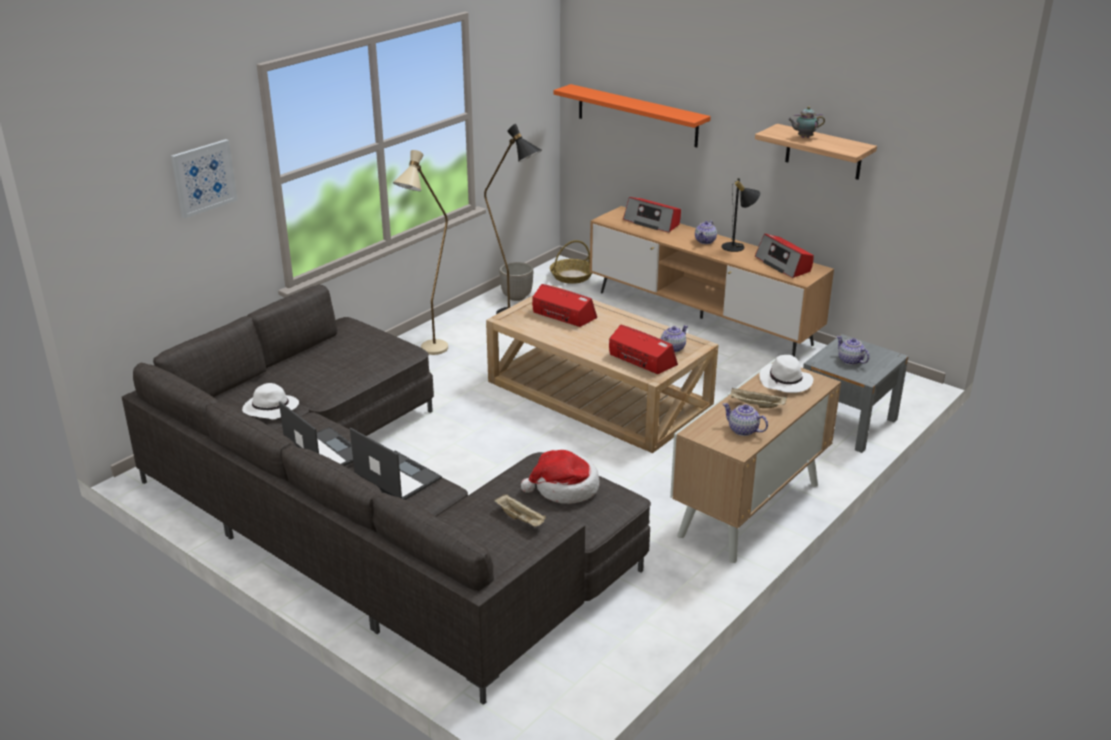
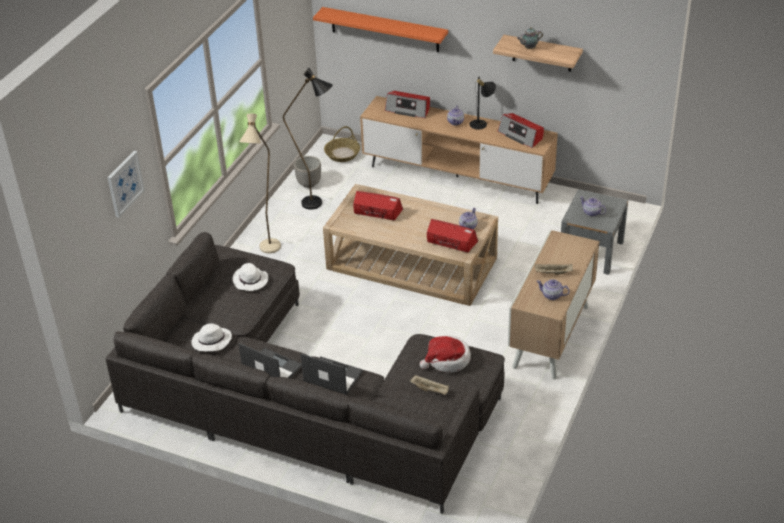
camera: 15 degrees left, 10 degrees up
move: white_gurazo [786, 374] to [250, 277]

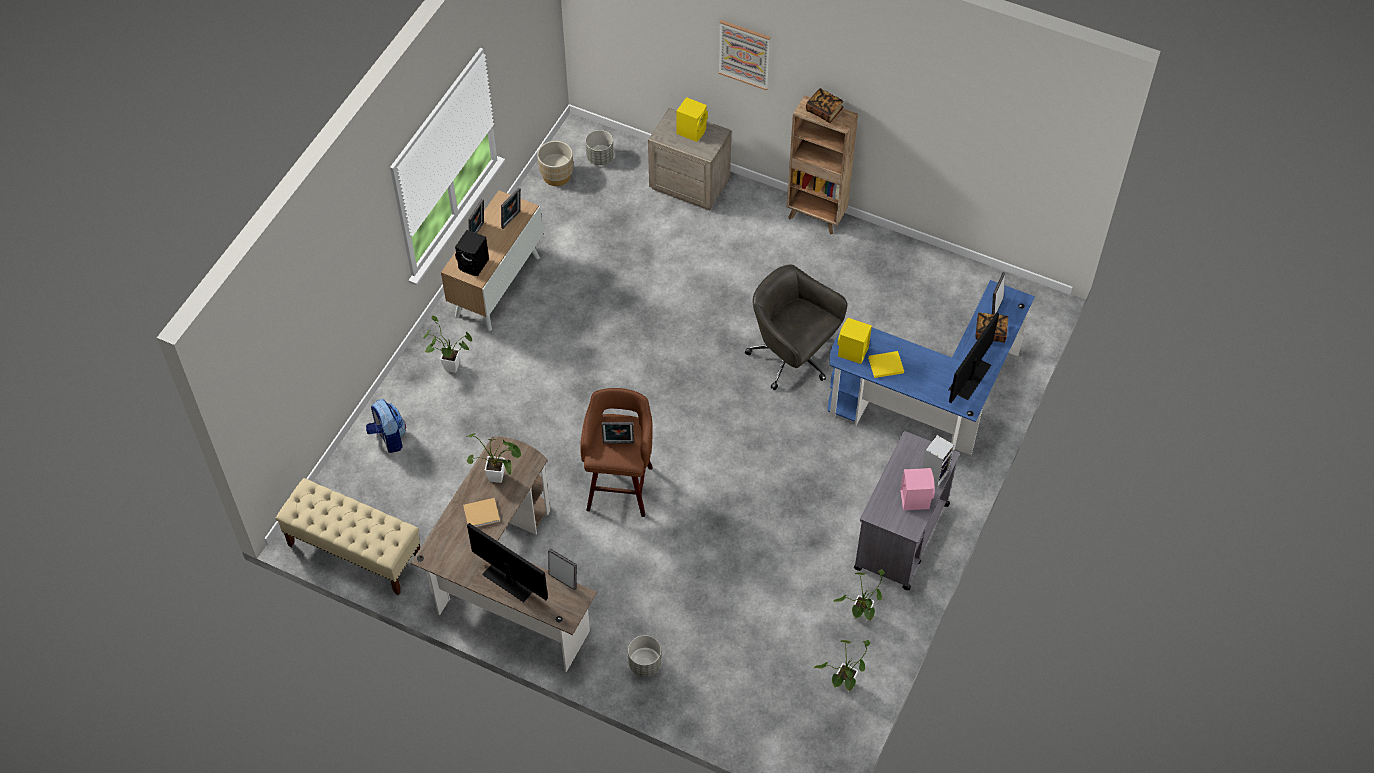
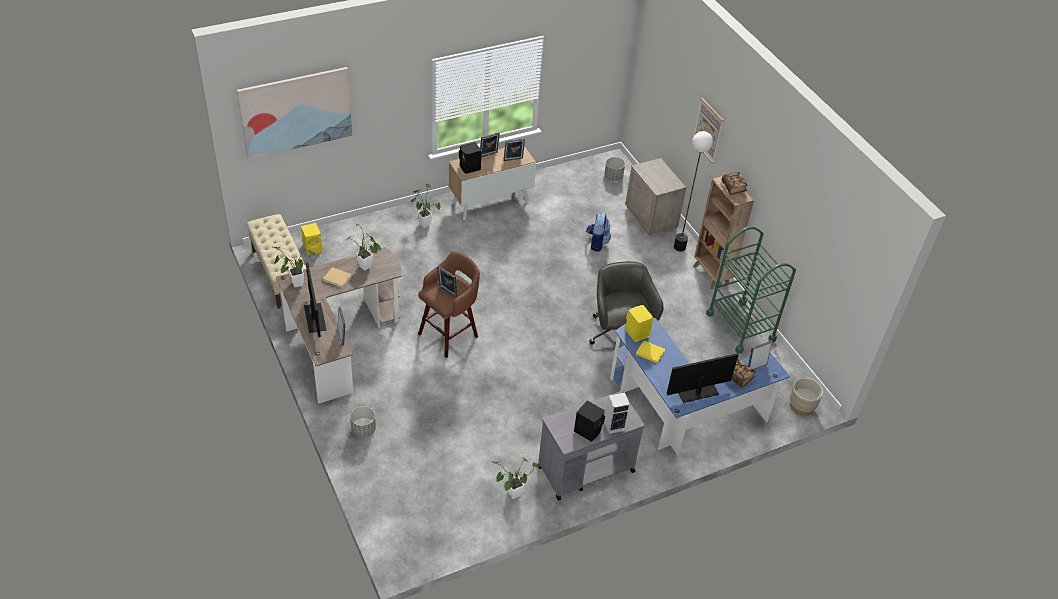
camera: 35 degrees right, 10 degrees down
insert: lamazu [294, 113]; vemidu [693, 191]; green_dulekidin [751, 290]
move: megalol [386, 426] to [598, 232]; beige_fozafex [555, 163] to [806, 397]; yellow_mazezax [692, 119] to [311, 239]; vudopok [842, 666] to [294, 266]
recolor: pink_mazezax [917, 489] to black_mazezax [589, 421]

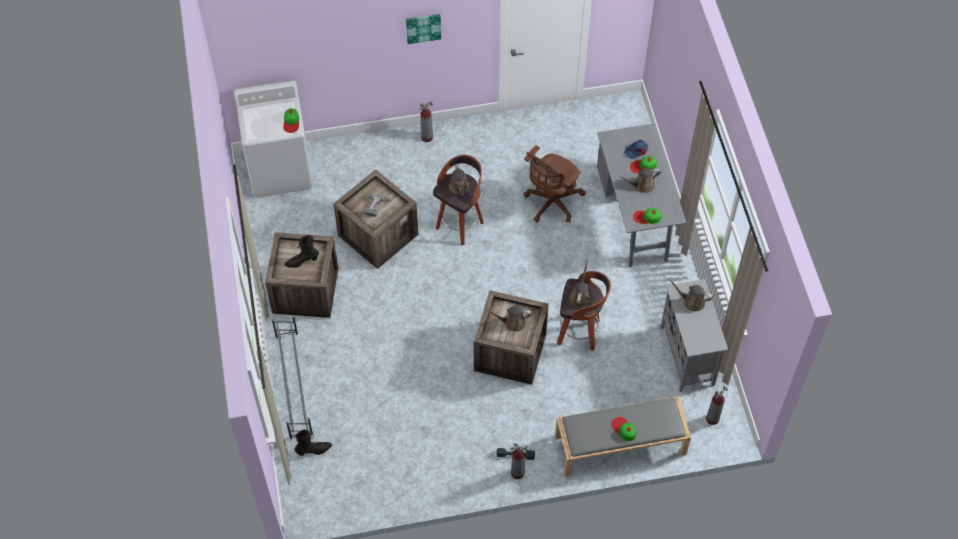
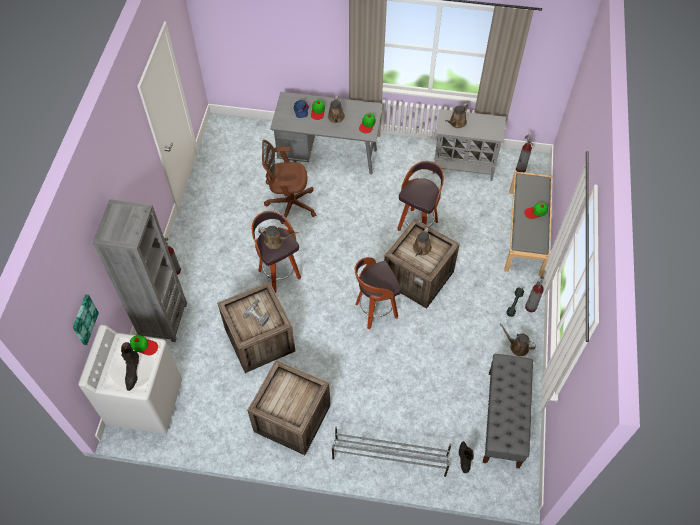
camera: 70 degrees left, 0 degrees up
insert: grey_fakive [139, 270]; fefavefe [378, 293]; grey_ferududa [508, 411]
move: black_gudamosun [301, 251] to [130, 366]; lamazu [423, 29] to [86, 319]; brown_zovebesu [580, 284] to [517, 340]
rotate: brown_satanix [554, 184] = [289, 182] 120 degrees clockwise

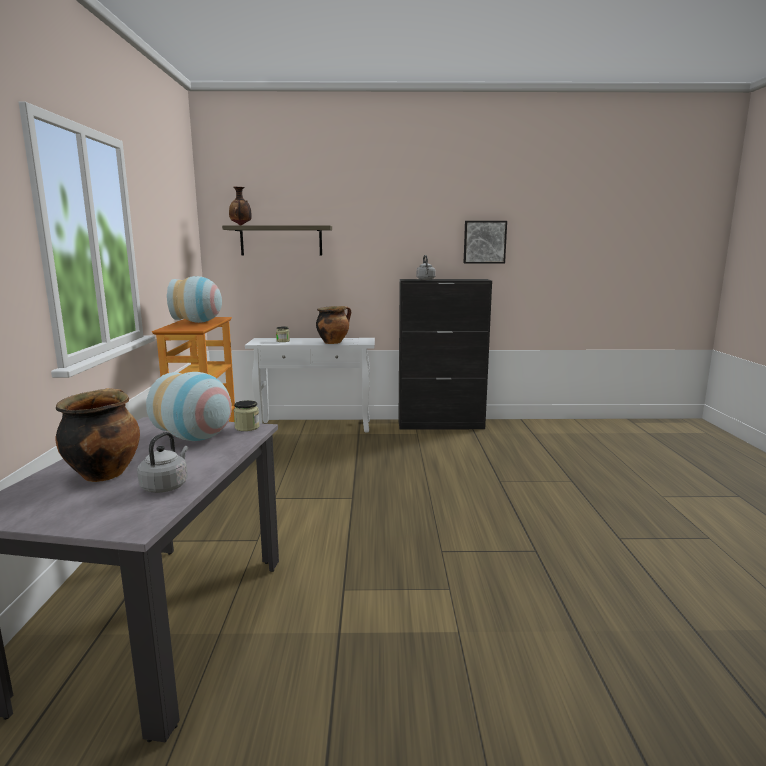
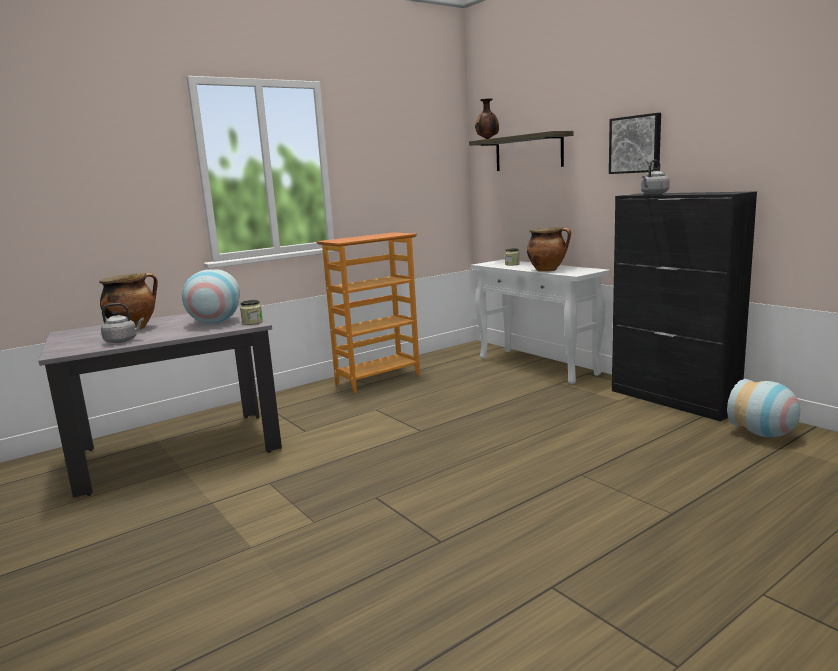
camera: 55 degrees right, 0 degrees up
move: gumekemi [194, 299] to [763, 408]; lamazu [485, 242] to [635, 143]

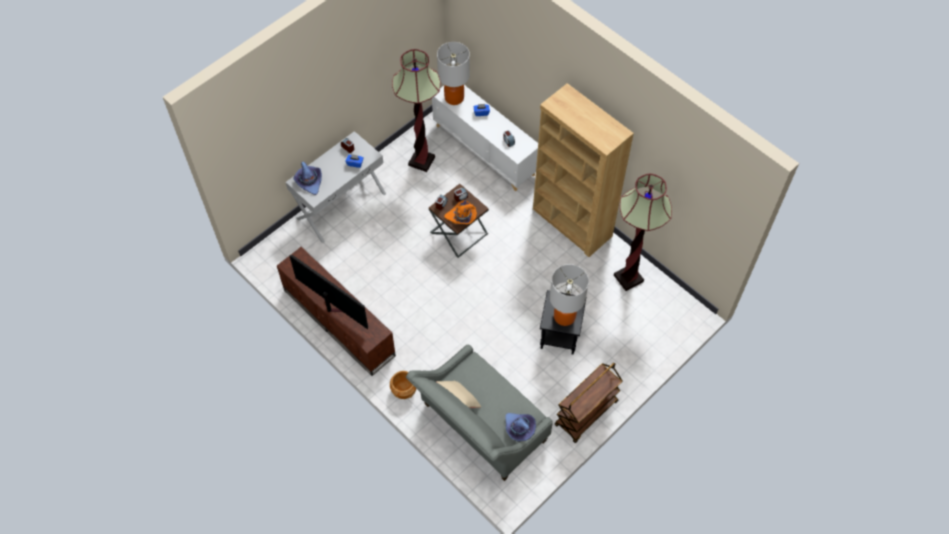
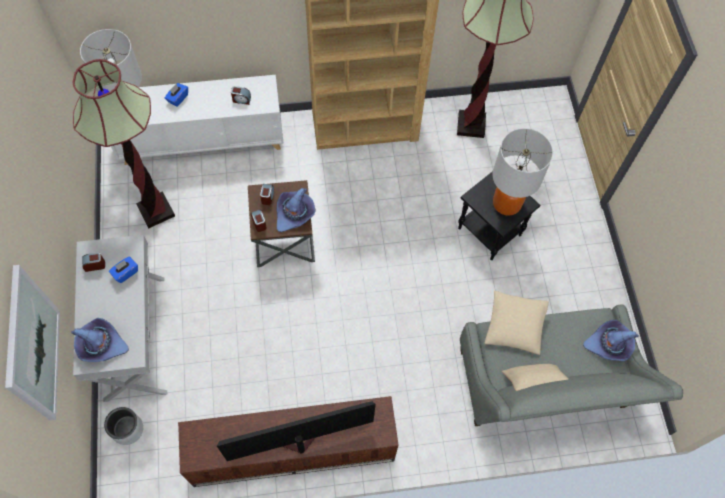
camera: 55 degrees left, 5 degrees up
delete: brown_fozafex [403, 385]; brown_dulekidin [589, 403]
insert: lamazu [32, 343]; grey_fozafex [123, 426]; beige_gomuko [516, 323]
recolor: orange_gurazo [460, 212] to purple_gurazo [296, 210]

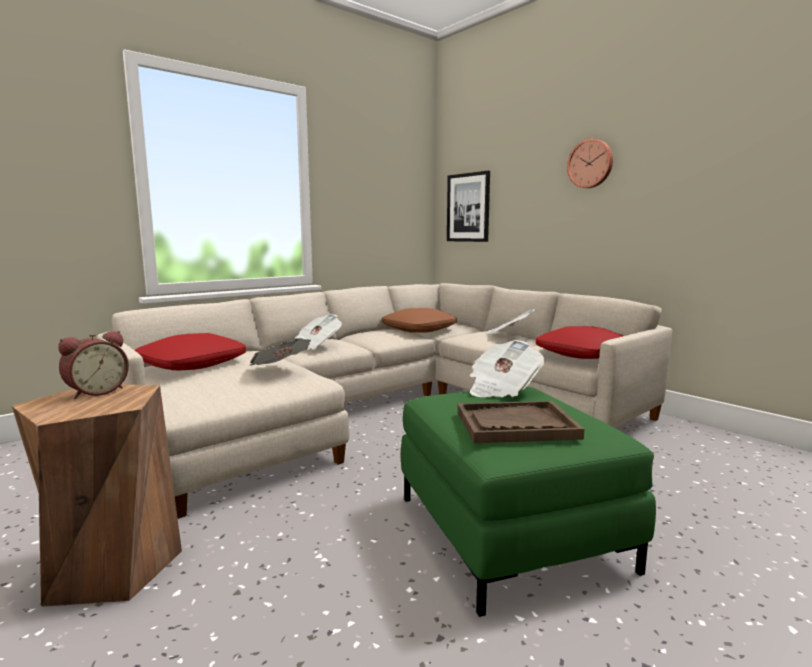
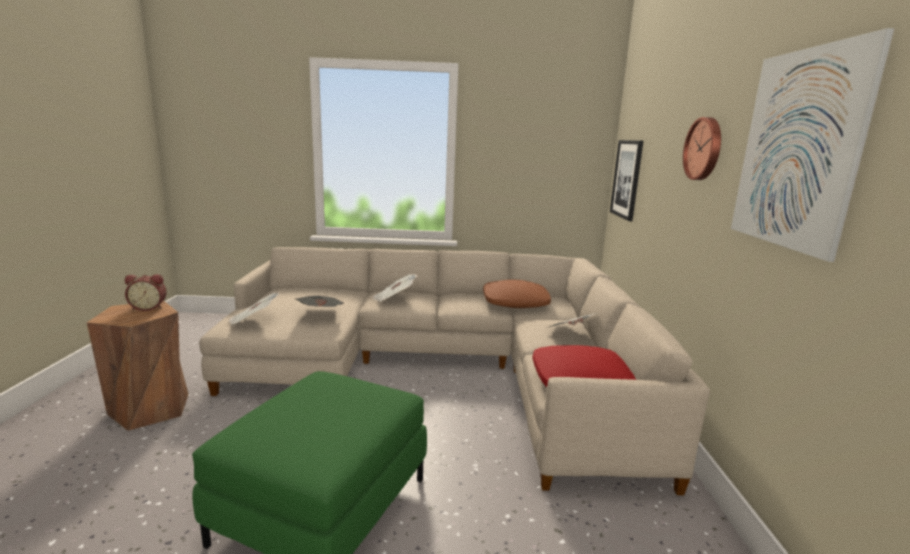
camera: 40 degrees right, 5 degrees up
delete: red_gomuko [190, 351]; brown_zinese [520, 422]
insert: lamazu [812, 145]
move: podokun [507, 368] to [254, 309]

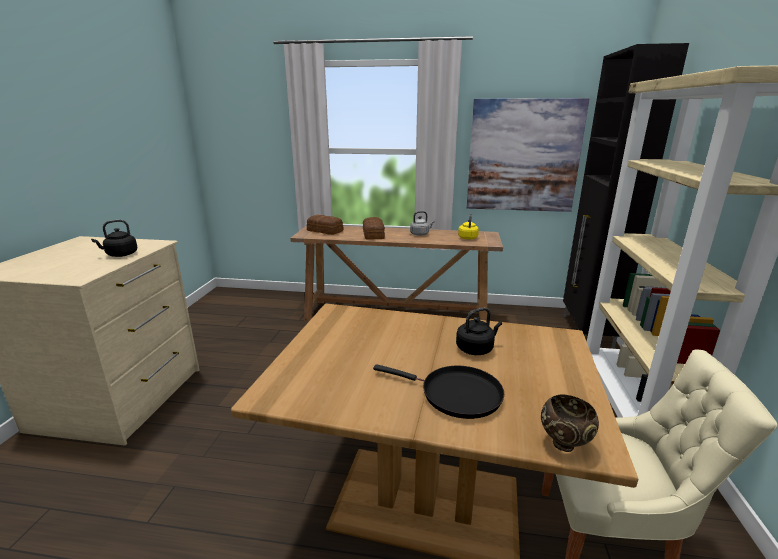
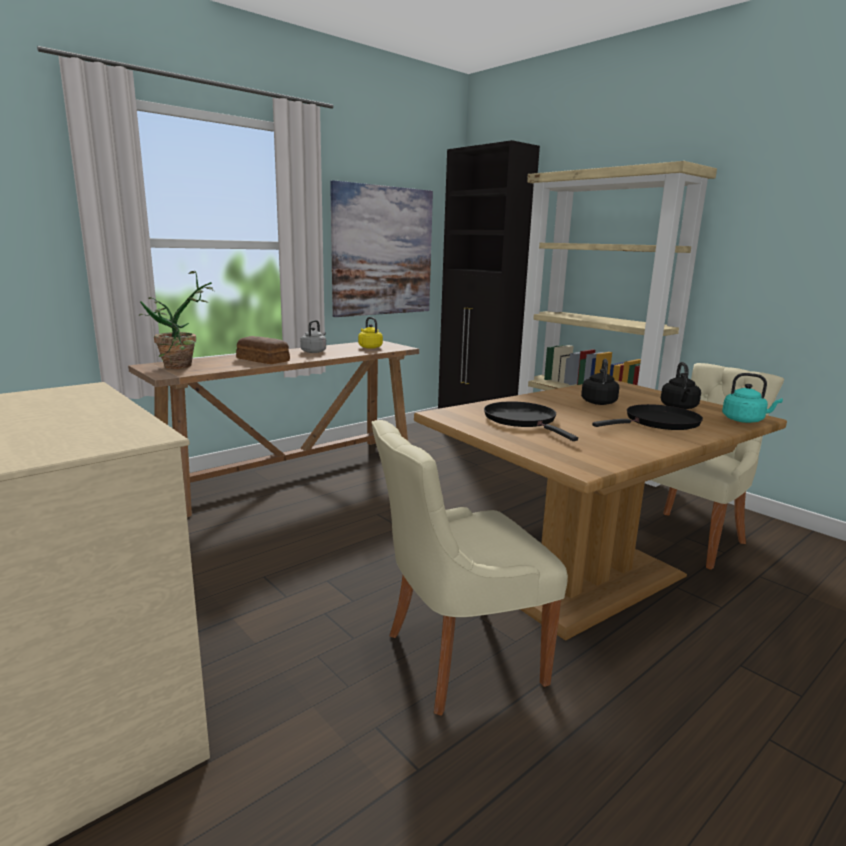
camera: 50 degrees left, 5 degrees down
insert: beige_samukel [470, 568]; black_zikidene [531, 421]
move: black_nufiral [114, 238] to [681, 385]
replace: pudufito [325, 225] to vudopok [176, 319]; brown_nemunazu [570, 423] to turquoise_nufiral [752, 398]

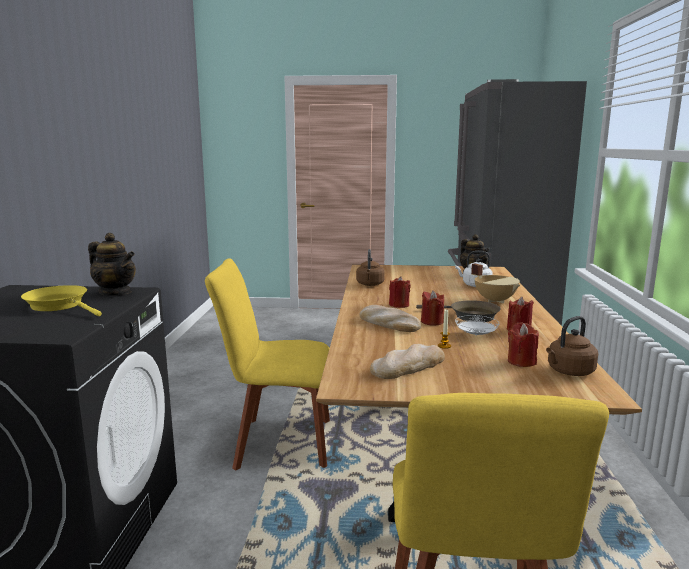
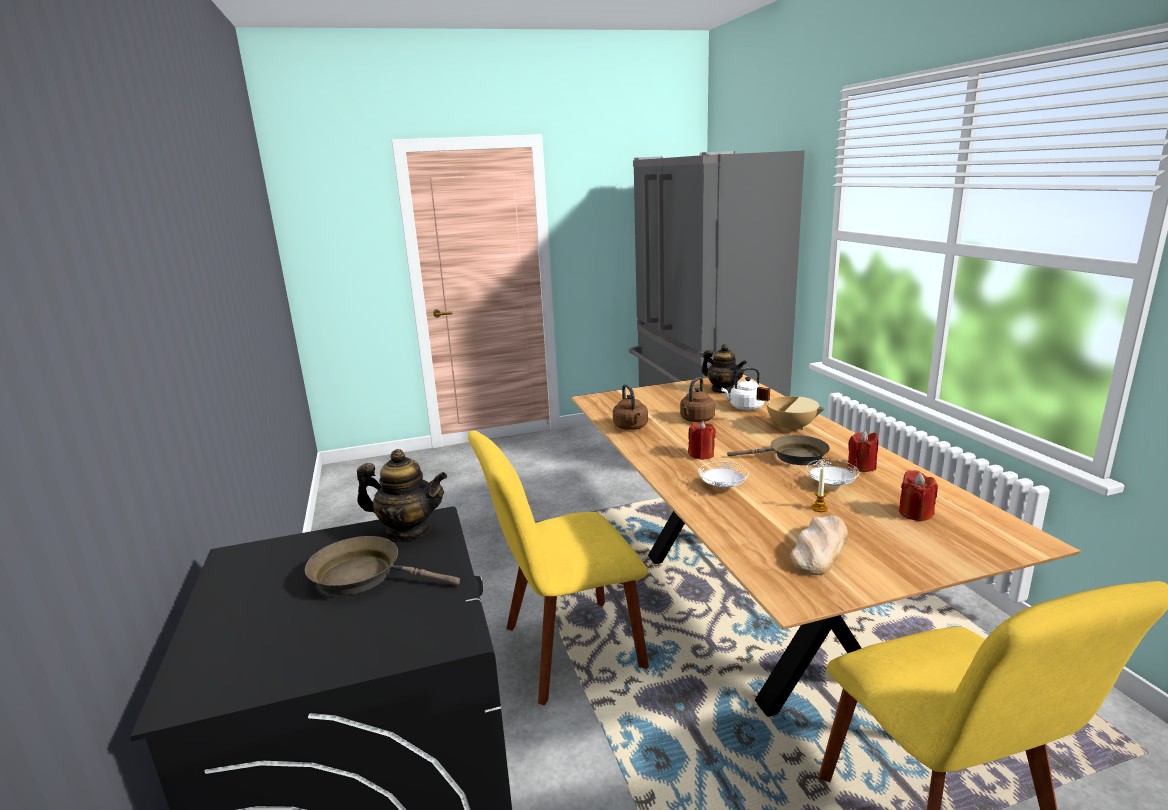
camera: 20 degrees left, 5 degrees up
delete: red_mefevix [432, 308]
move: brown_nufiral [572, 346] to [697, 399]
replace: pudufito [390, 318] to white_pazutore [723, 475]
recolor: yellow_zikidene [61, 300] to brown_zikidene [382, 565]

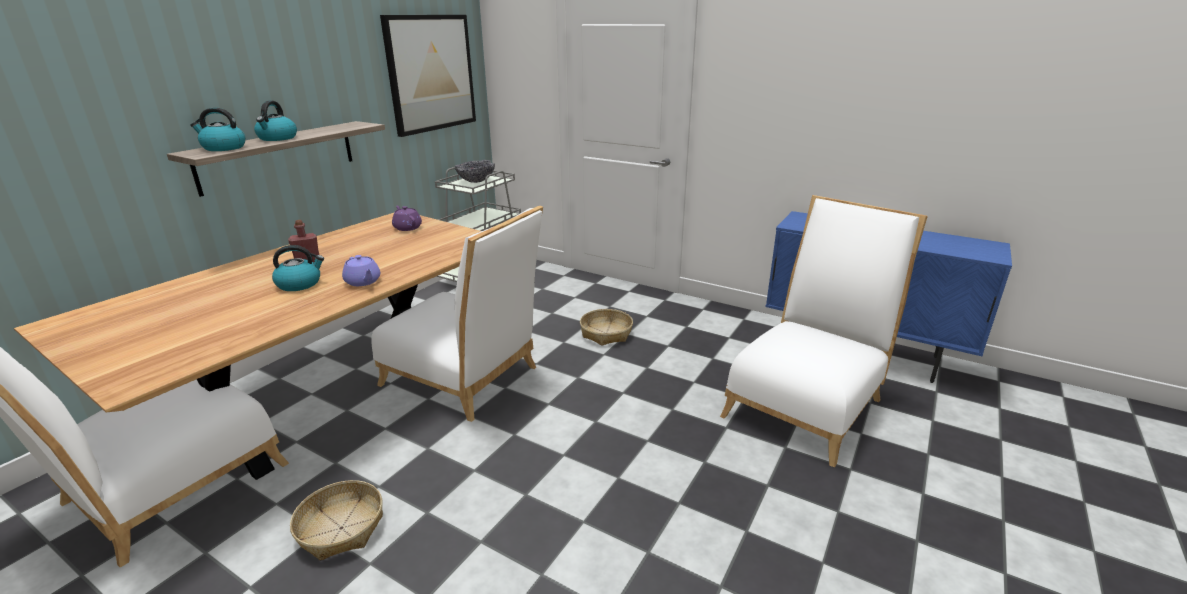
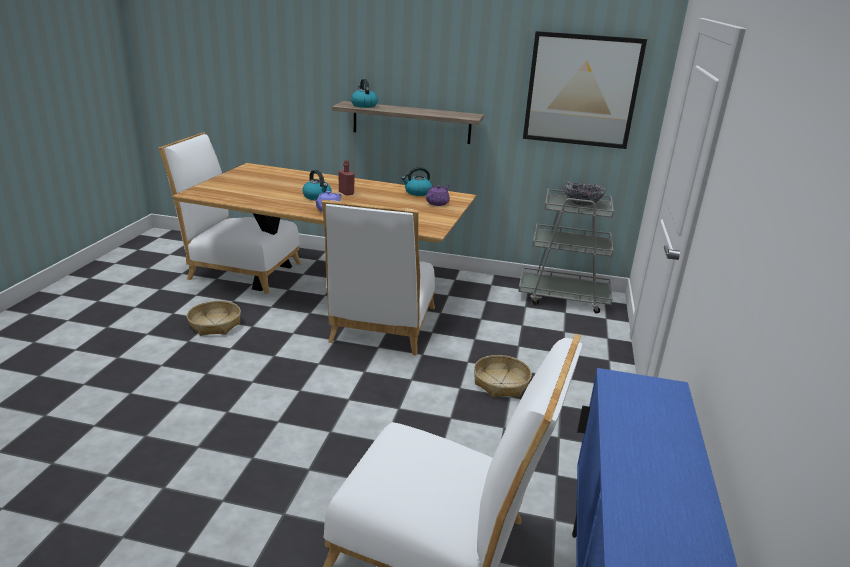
camera: 70 degrees right, 0 degrees up
move: nufiral [275, 121] to [416, 181]

